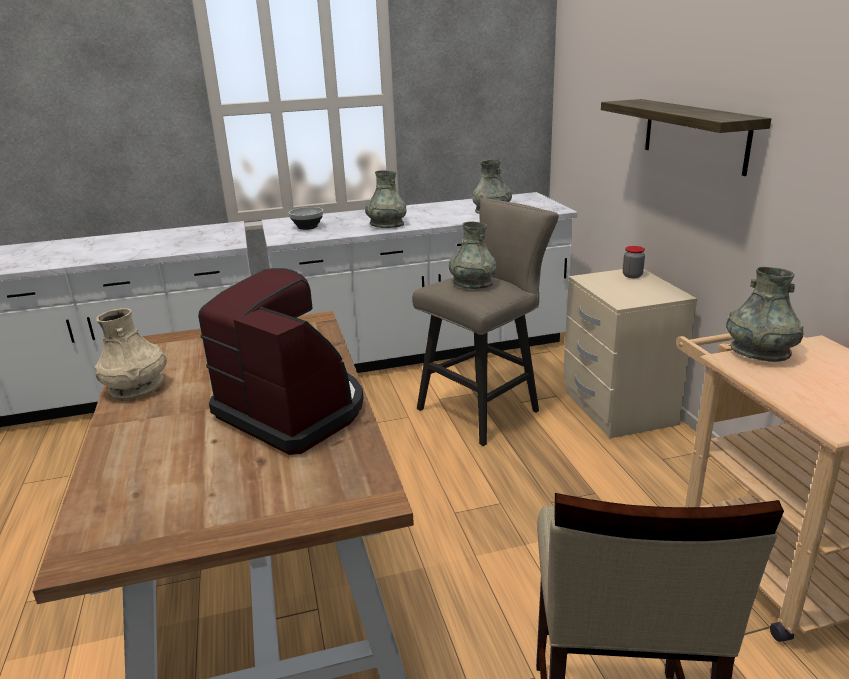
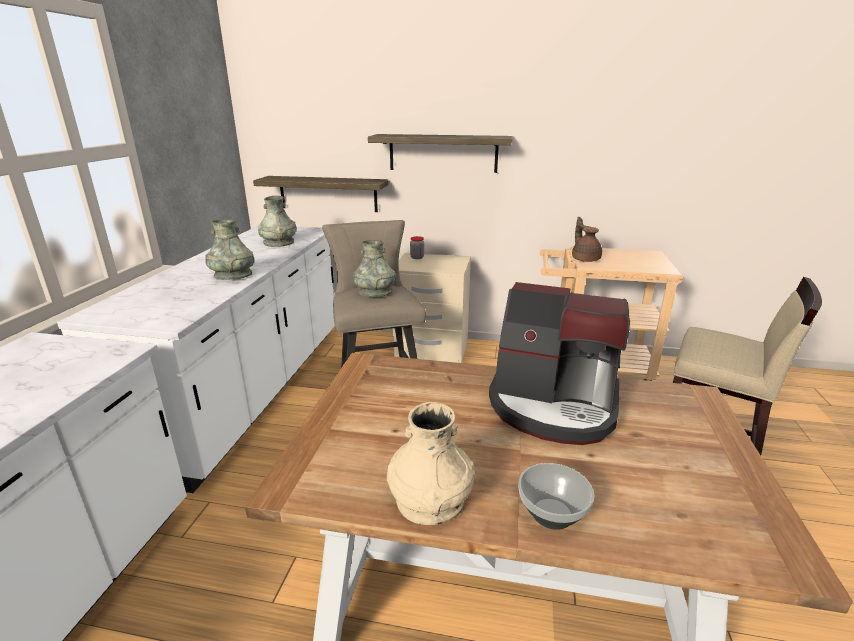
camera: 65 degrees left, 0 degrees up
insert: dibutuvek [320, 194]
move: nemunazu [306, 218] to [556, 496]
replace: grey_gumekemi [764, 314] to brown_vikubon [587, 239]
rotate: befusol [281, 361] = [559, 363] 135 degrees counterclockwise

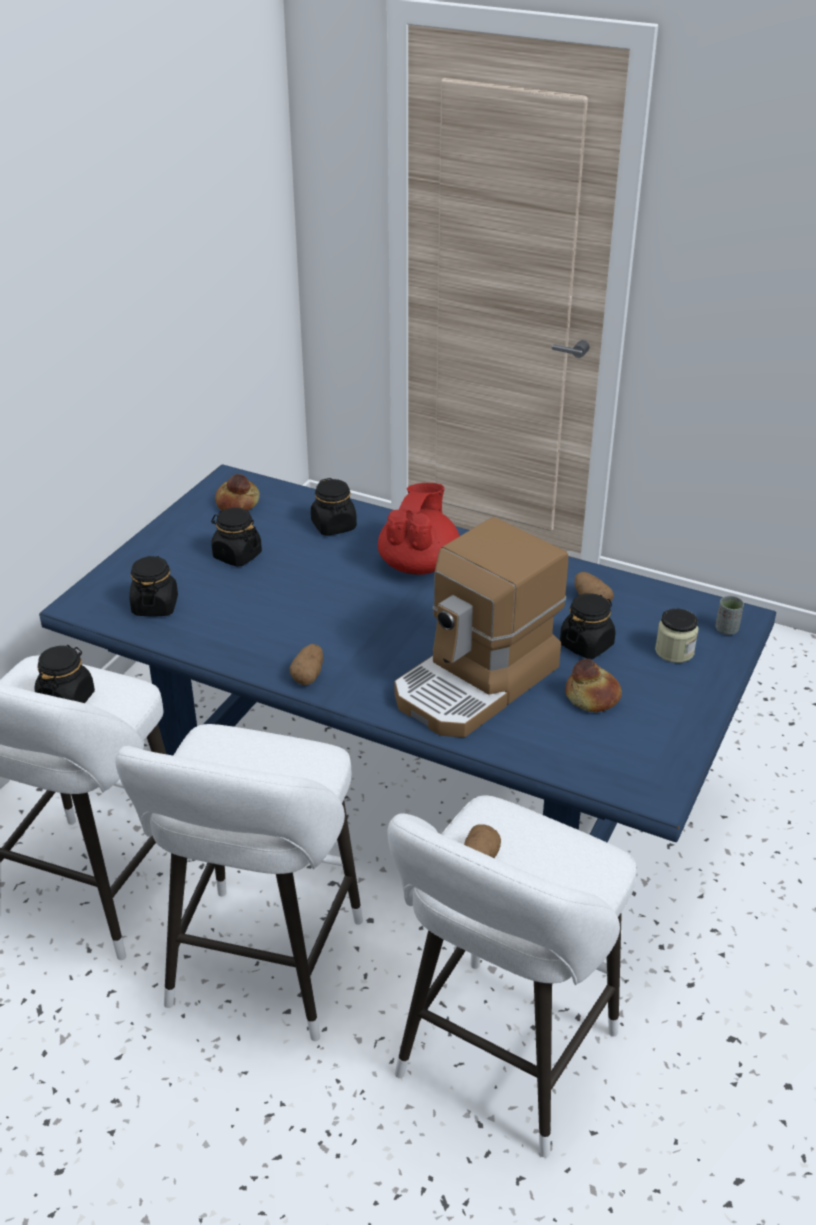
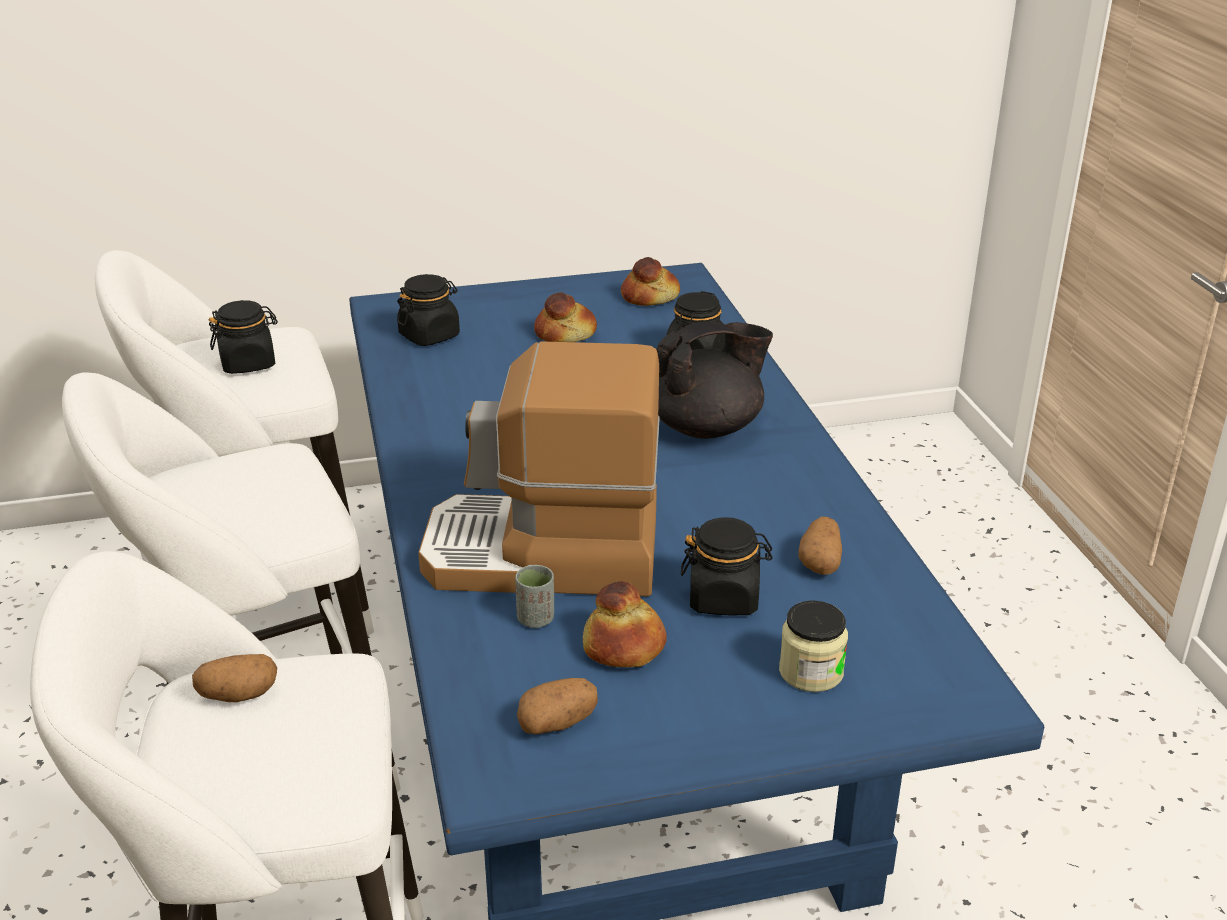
camera: 50 degrees right, 5 degrees down
move: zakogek [306, 664] to [557, 706]; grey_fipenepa [729, 615] to [534, 596]
replace: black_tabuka [236, 537] to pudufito [565, 317]
recolor: red_vikubon [419, 529] to black_vikubon [714, 380]

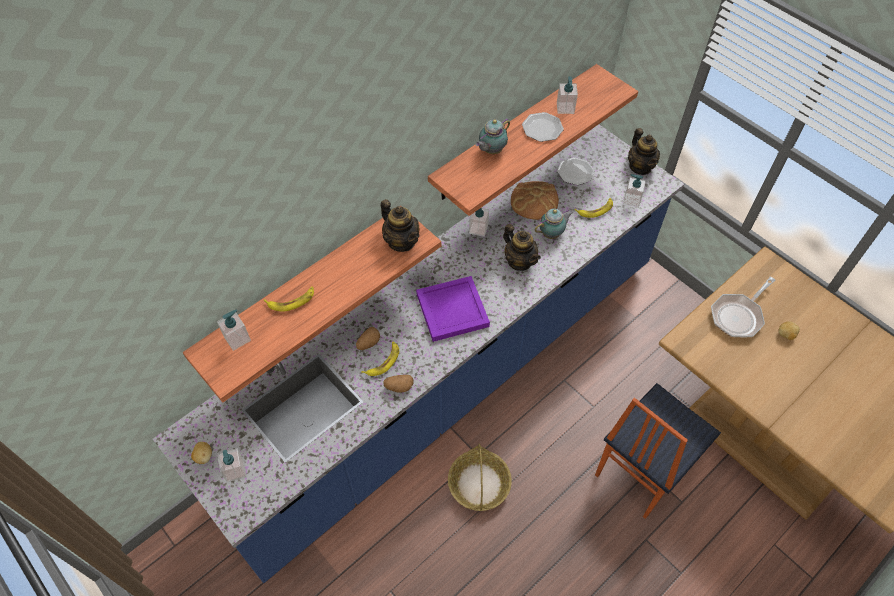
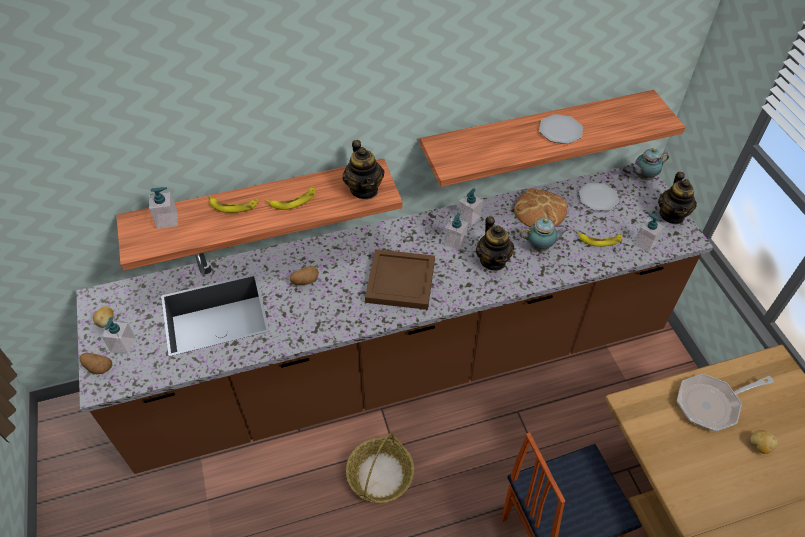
camera: 25 degrees right, 5 degrees down
move: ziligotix [380, 359] to [290, 198]; zakogek [398, 384] to [95, 363]; vikubon [492, 136] to [649, 164]; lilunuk [567, 95] to [456, 231]
recolor: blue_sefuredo [418, 353] to brown_sefuredo [394, 319]; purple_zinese [453, 309] to brown_zinese [400, 279]

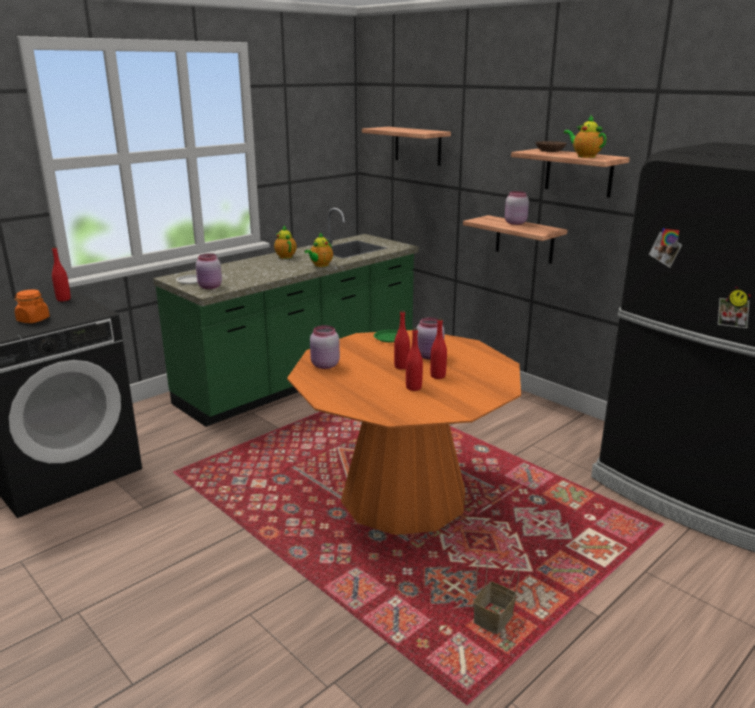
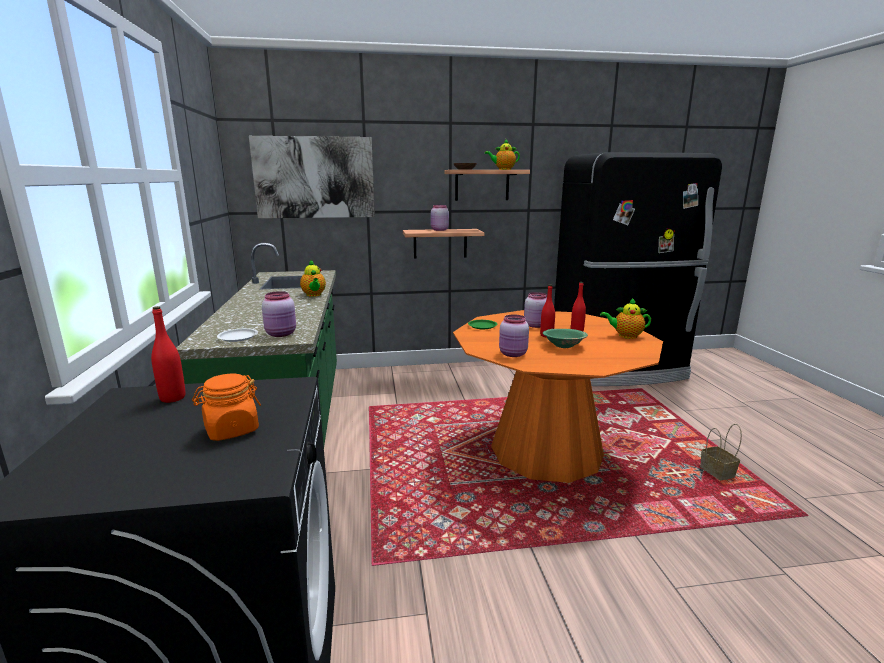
camera: 55 degrees left, 5 degrees down
delete: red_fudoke [414, 359]
insert: green_nemunazu [565, 338]
move: vikubon [285, 242] to [625, 318]
replace: dibutuvek [406, 146] to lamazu [312, 177]

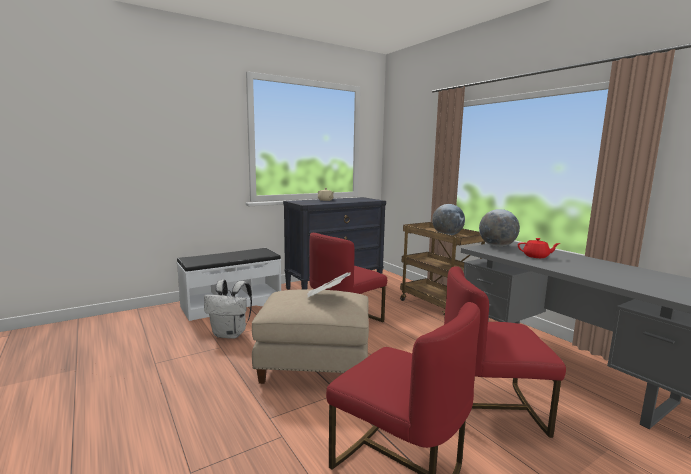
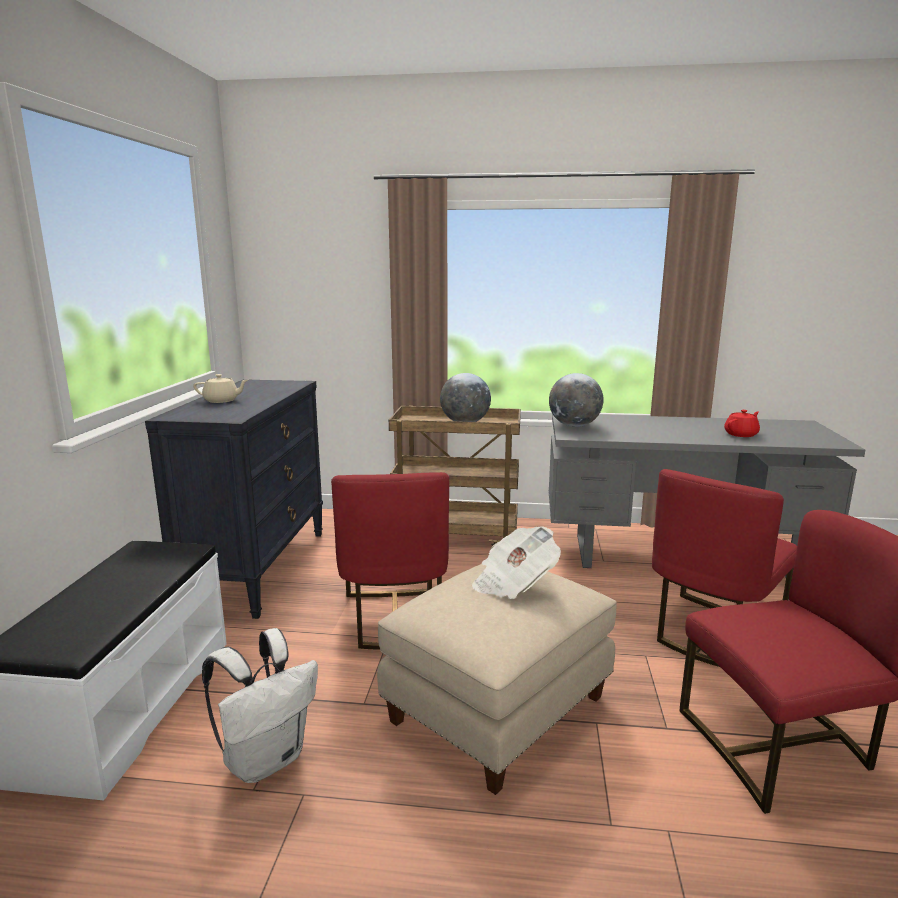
camera: 50 degrees left, 5 degrees up
move: red_vikubon [539, 248] to [742, 423]

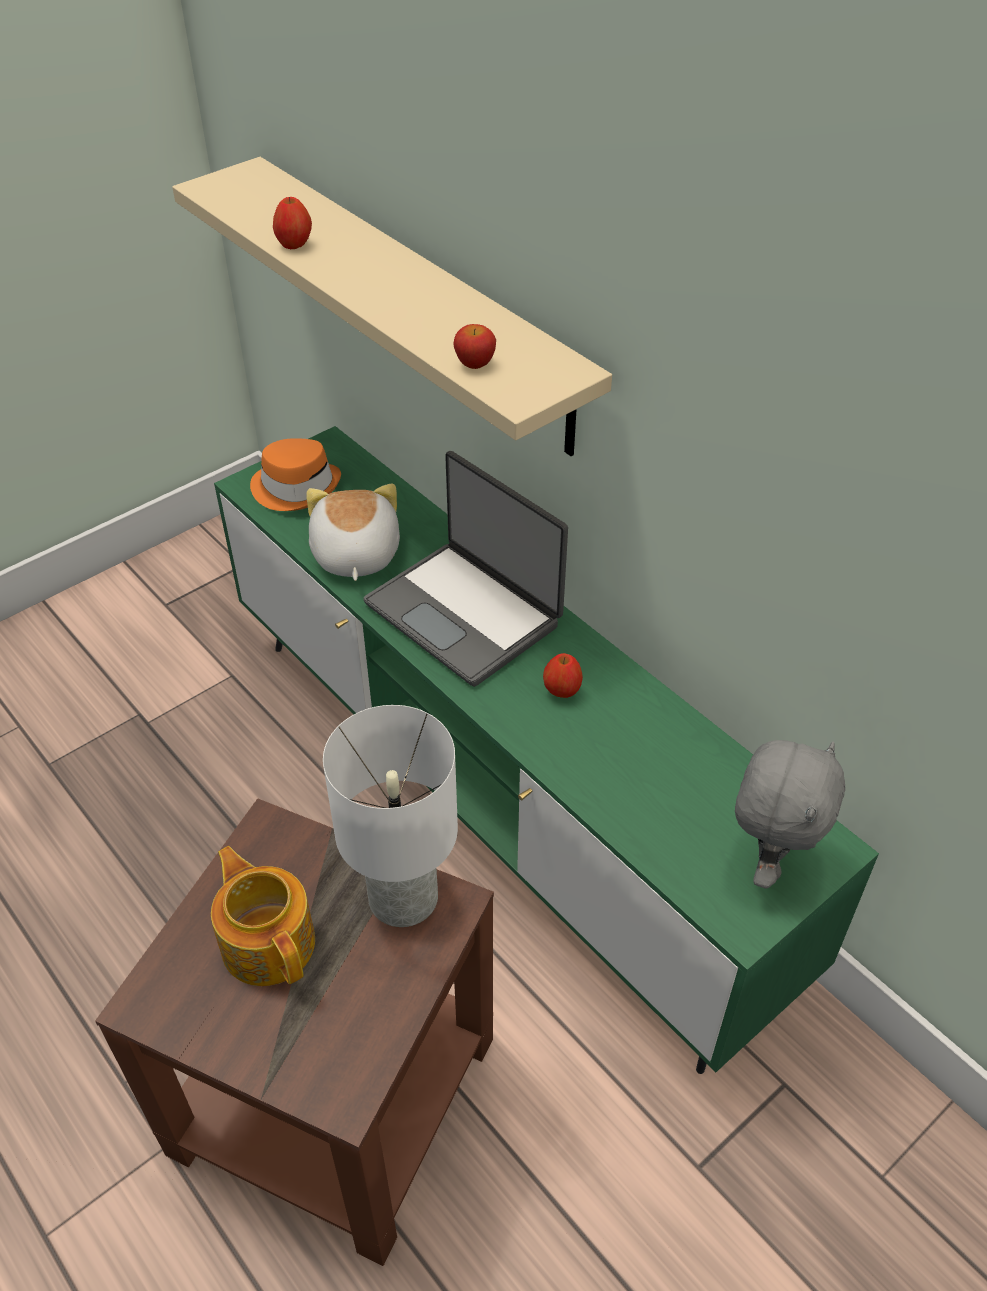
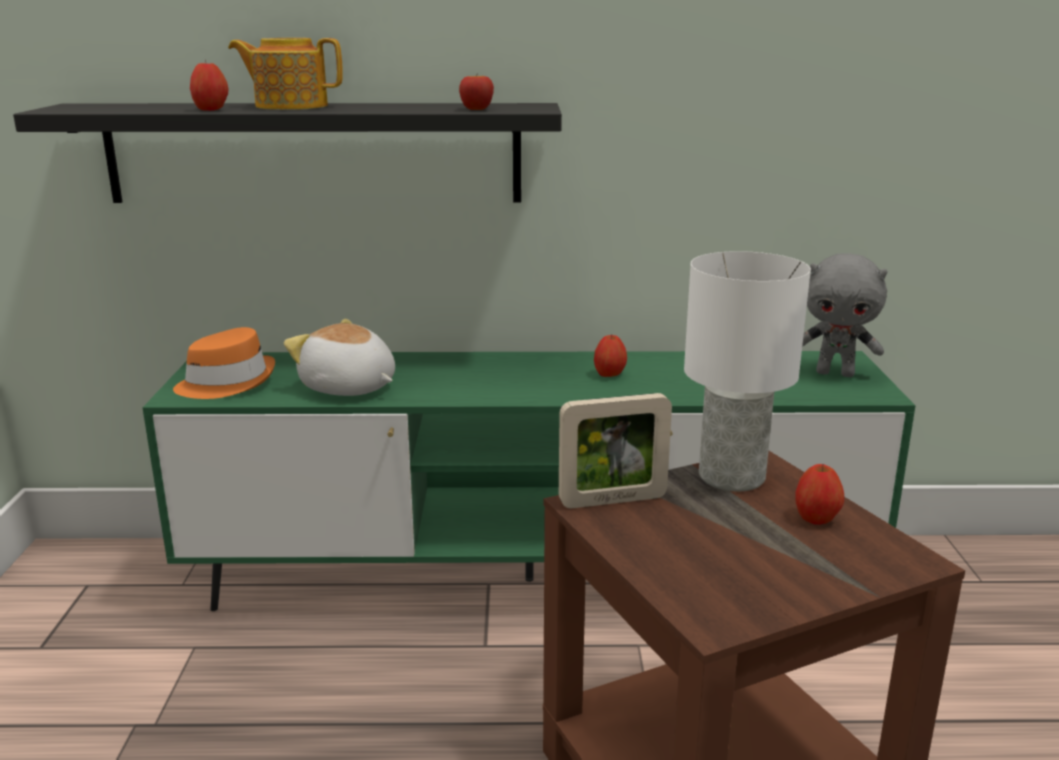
camera: 50 degrees left, 25 degrees down
delete: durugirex [465, 569]
insert: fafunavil [615, 450]; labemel [819, 494]
move: vikubon [263, 916] to [285, 74]
recolor: beige_dibutuvek [392, 306] to black_dibutuvek [287, 153]
rotate: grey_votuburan [790, 814] = [845, 315] 135 degrees clockwise

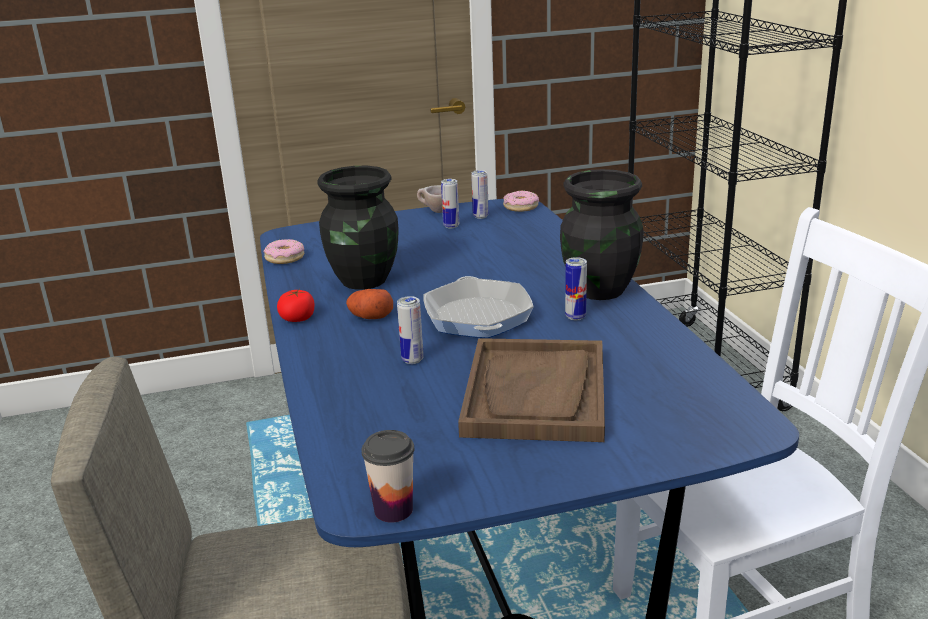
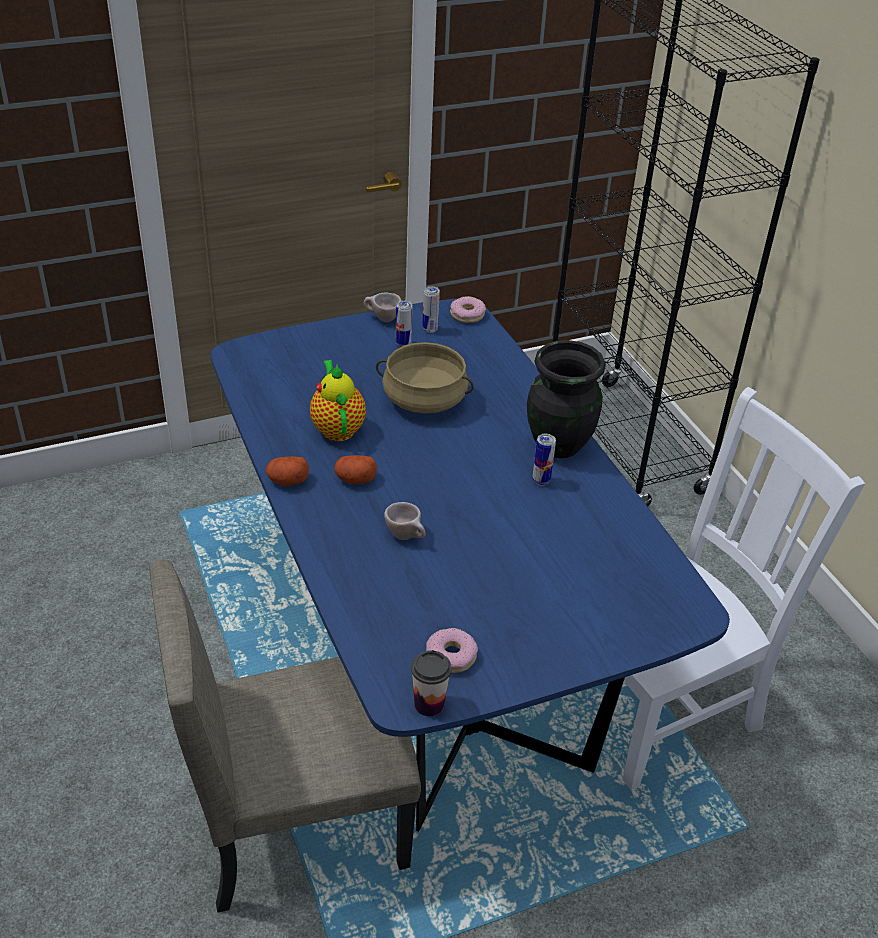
camera: 10 degrees left, 15 degrees up
delete: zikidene [478, 307]; brown_zinese [531, 390]
insert: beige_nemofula [425, 378]
move: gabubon [284, 251] to [452, 650]
replace: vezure [295, 306] to zakogek [287, 471]; black_gumekemi [358, 228] to vikubon [338, 400]; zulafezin [410, 330] to beige_fipenepa [405, 521]

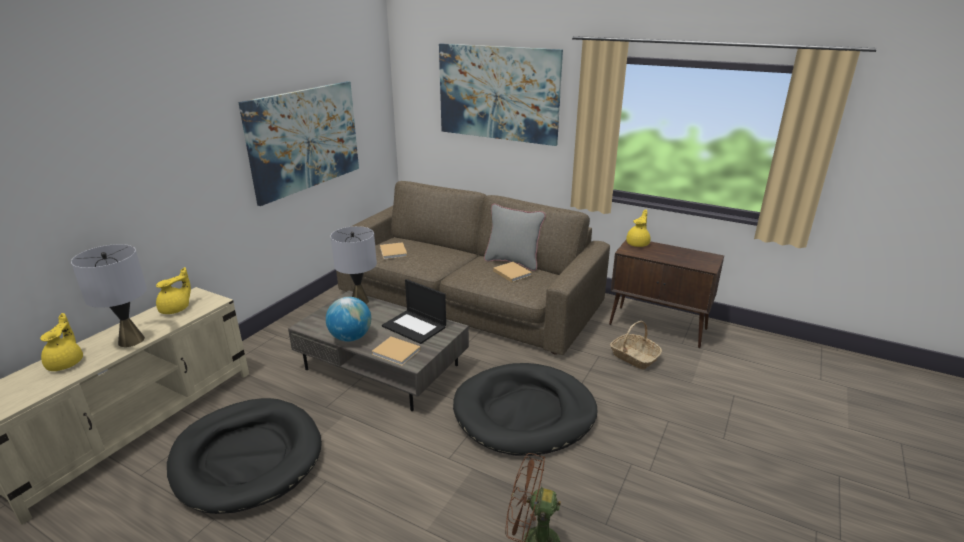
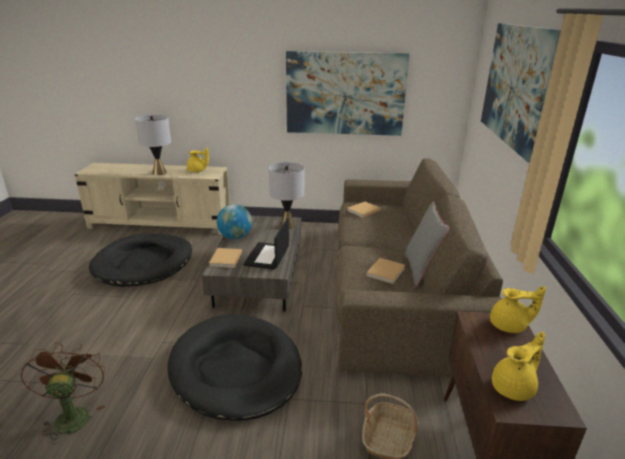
camera: 65 degrees right, 0 degrees up
move: yellow_vikubon [61, 342] to [518, 366]

